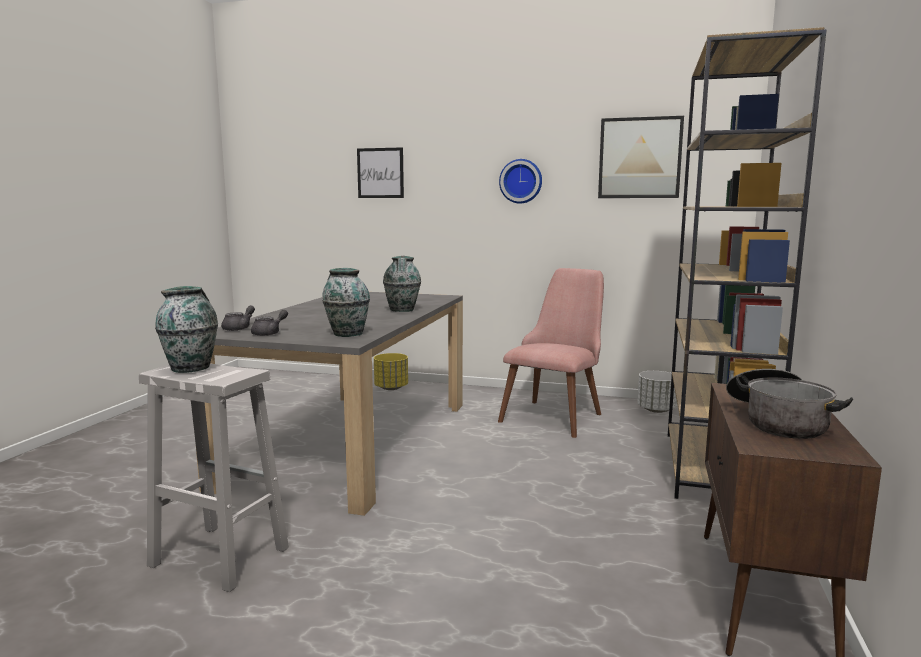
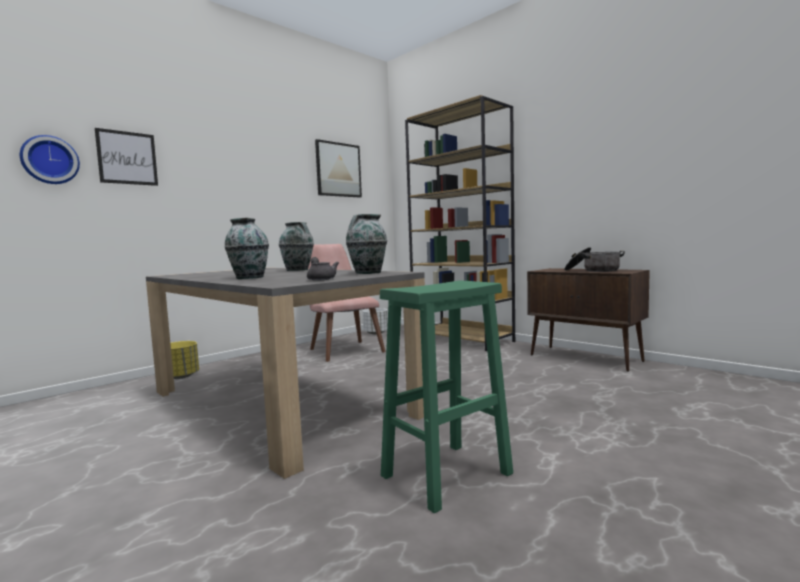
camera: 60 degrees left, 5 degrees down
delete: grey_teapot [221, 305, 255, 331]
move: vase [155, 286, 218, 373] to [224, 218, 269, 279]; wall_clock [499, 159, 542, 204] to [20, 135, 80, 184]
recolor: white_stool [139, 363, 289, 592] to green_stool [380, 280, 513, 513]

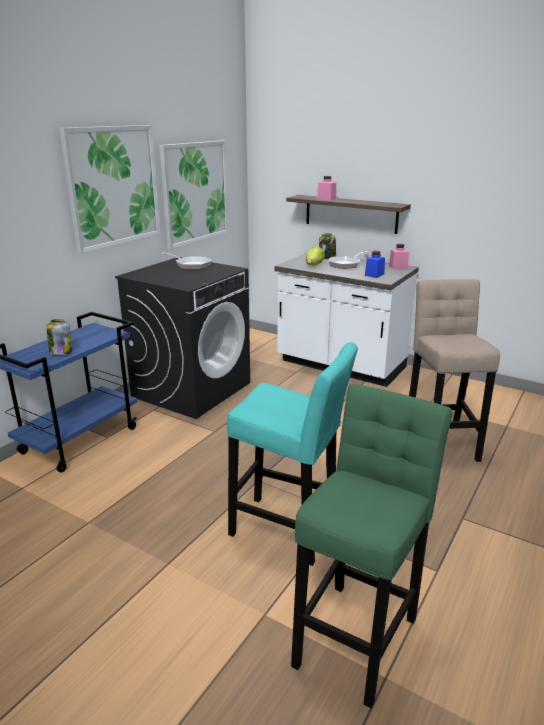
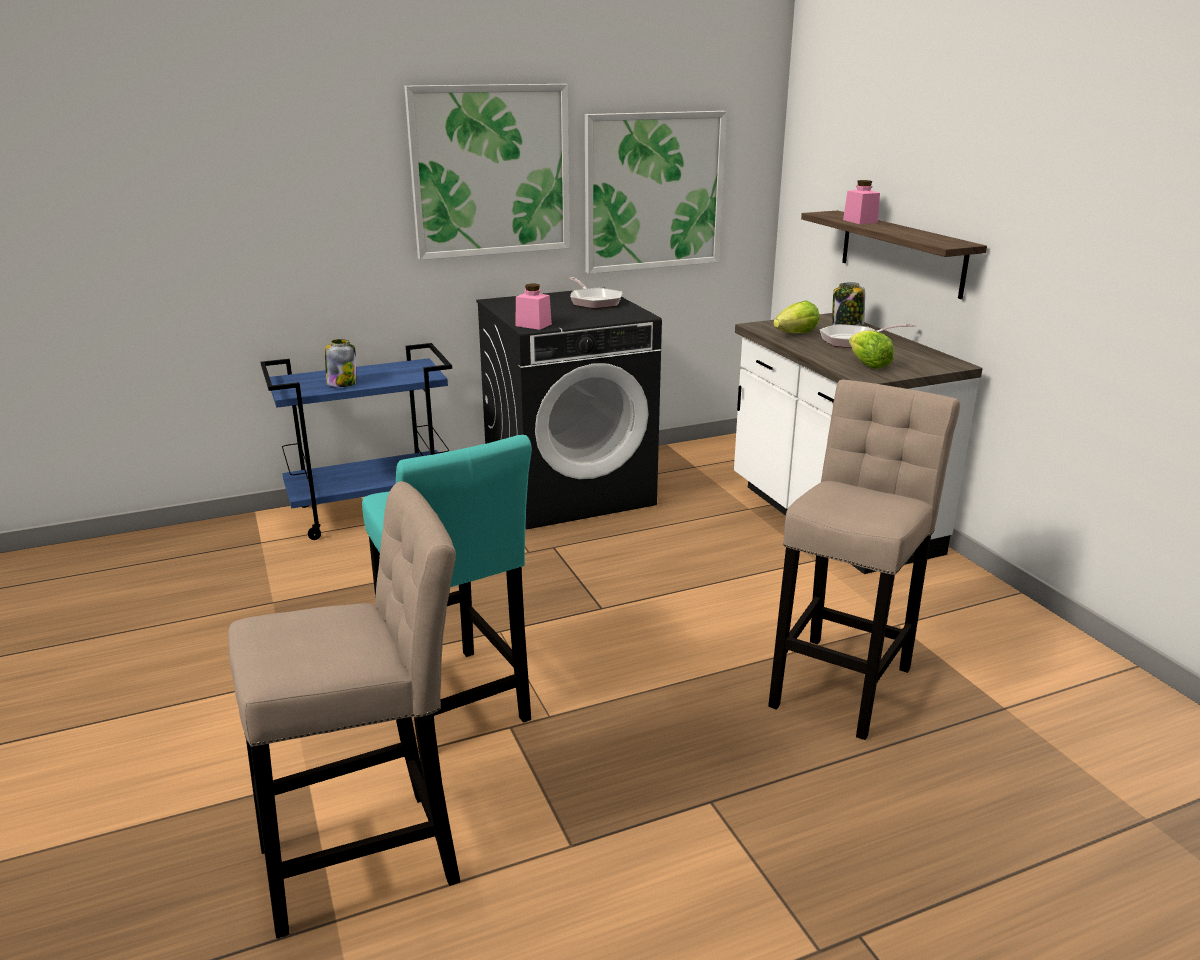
camera: 35 degrees right, 0 degrees up
move: pink_jar [389, 244, 409, 269] to [515, 284, 552, 330]
replace: blue_jar [365, 251, 385, 278] to lettuce [849, 330, 894, 369]
recolor: green_stool [291, 384, 452, 708] to beige_stool [228, 481, 460, 938]

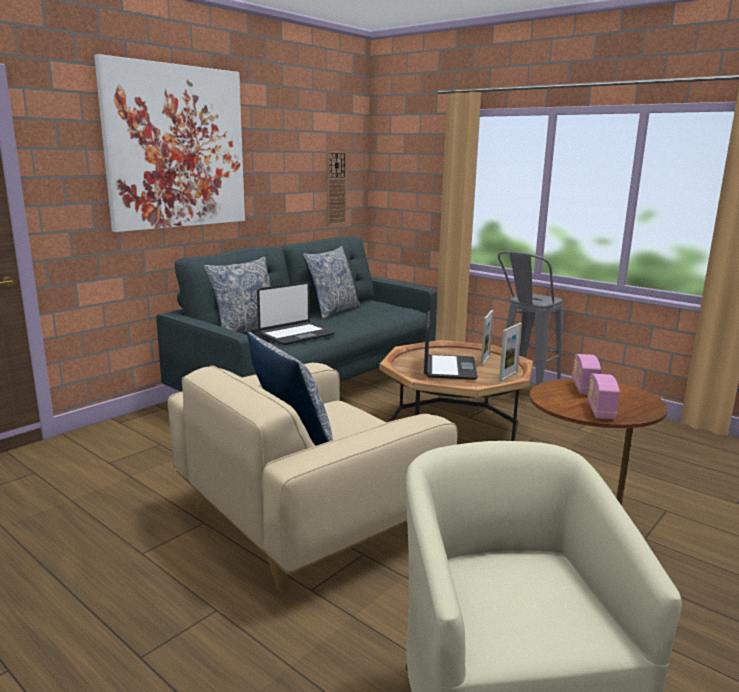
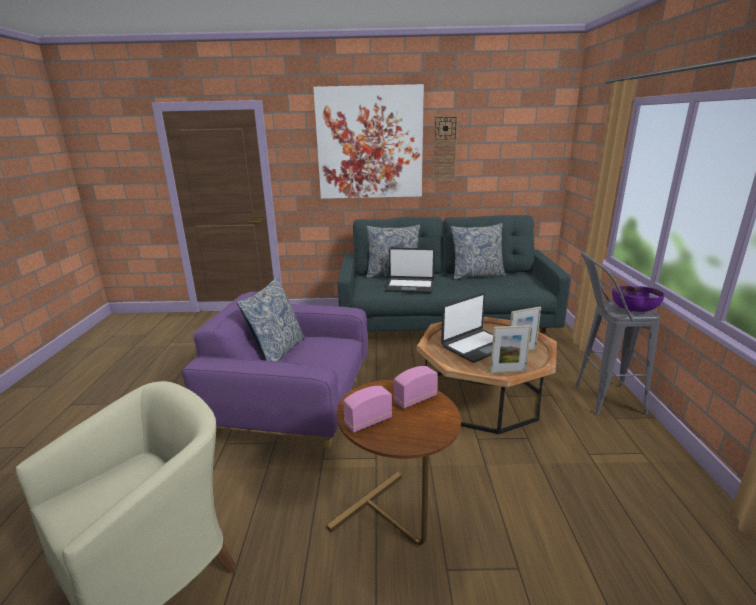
camera: 50 degrees right, 5 degrees up
insert: purple_bowl [612, 286, 665, 312]
move: wall_clock [327, 151, 347, 226] to [432, 115, 458, 182]
recolor: beige_armchair [168, 363, 458, 593] to purple_armchair [181, 292, 368, 448]

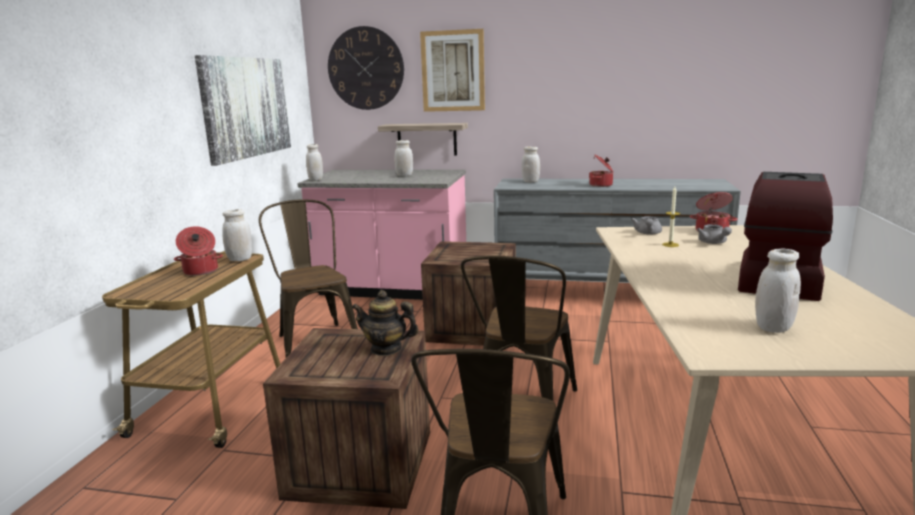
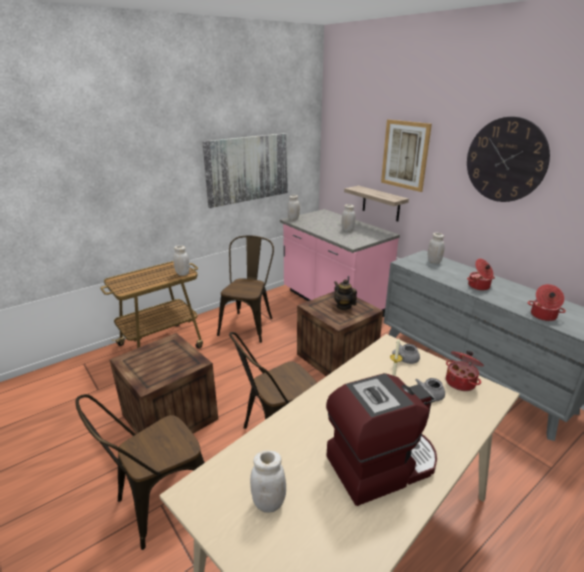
camera: 40 degrees right, 10 degrees up
move: cooking_pot [174, 226, 223, 276] to [527, 284, 566, 321]; wall_clock [328, 26, 404, 110] to [467, 116, 550, 202]; teapot [352, 290, 419, 356] to [334, 279, 357, 310]

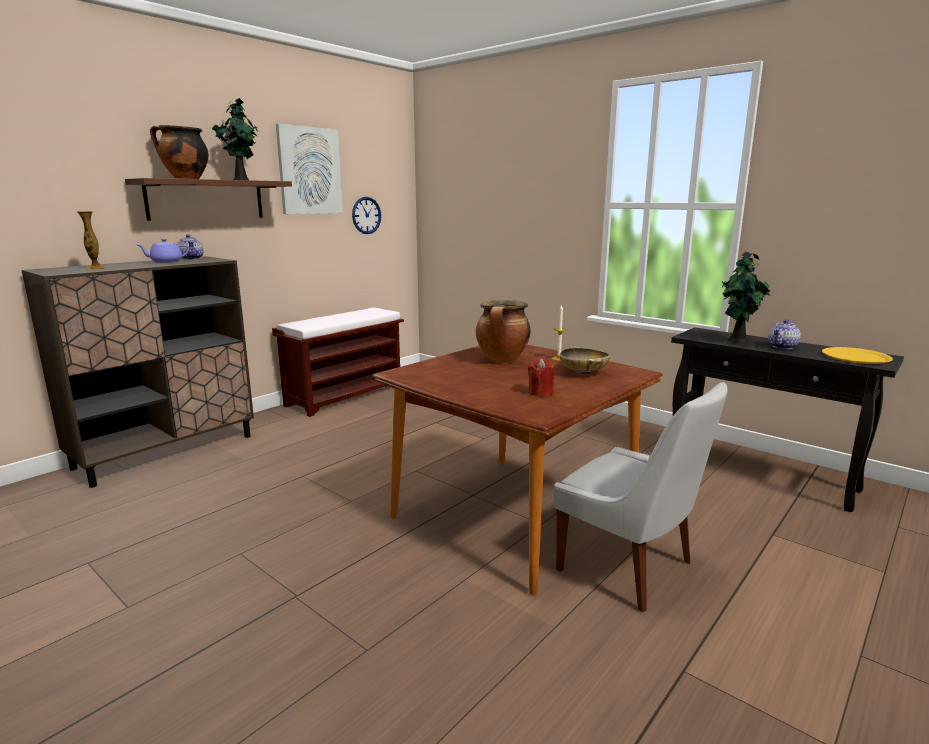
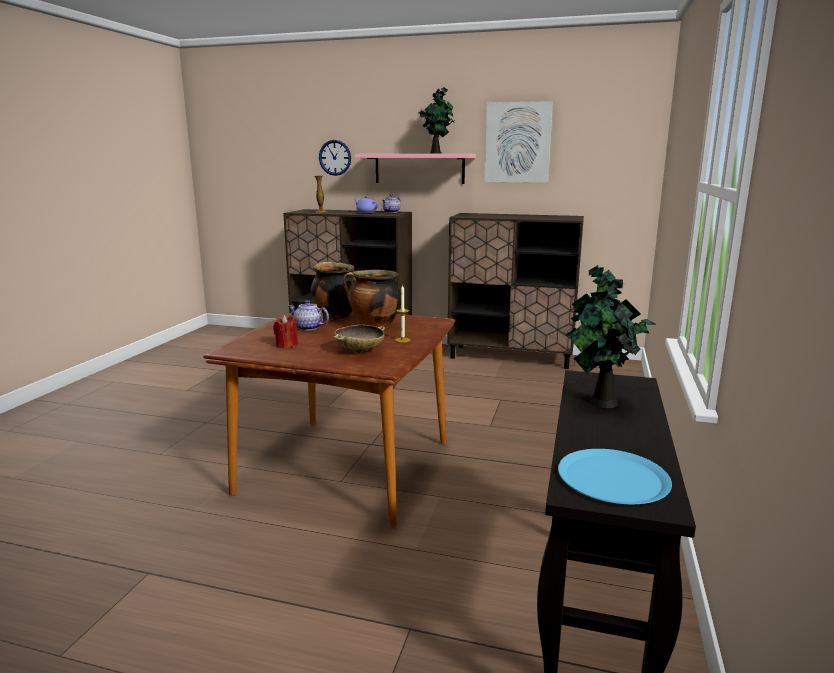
camera: 65 degrees right, 0 degrees up
delete: white_chair [554, 382, 728, 612]
move: cooking_pot [150, 125, 209, 179] to [310, 262, 356, 320]; wall_clock [352, 197, 381, 234] to [319, 140, 351, 176]; teapot [768, 319, 801, 349] to [288, 300, 329, 331]
replace: brown_bench [272, 308, 404, 417] to brown_cabinet [447, 213, 584, 369]
recolor: brown_shelf [125, 178, 292, 221] to pink_shelf [355, 154, 476, 184]; yellow_plate [822, 347, 893, 364] to blue_plate [558, 449, 672, 504]

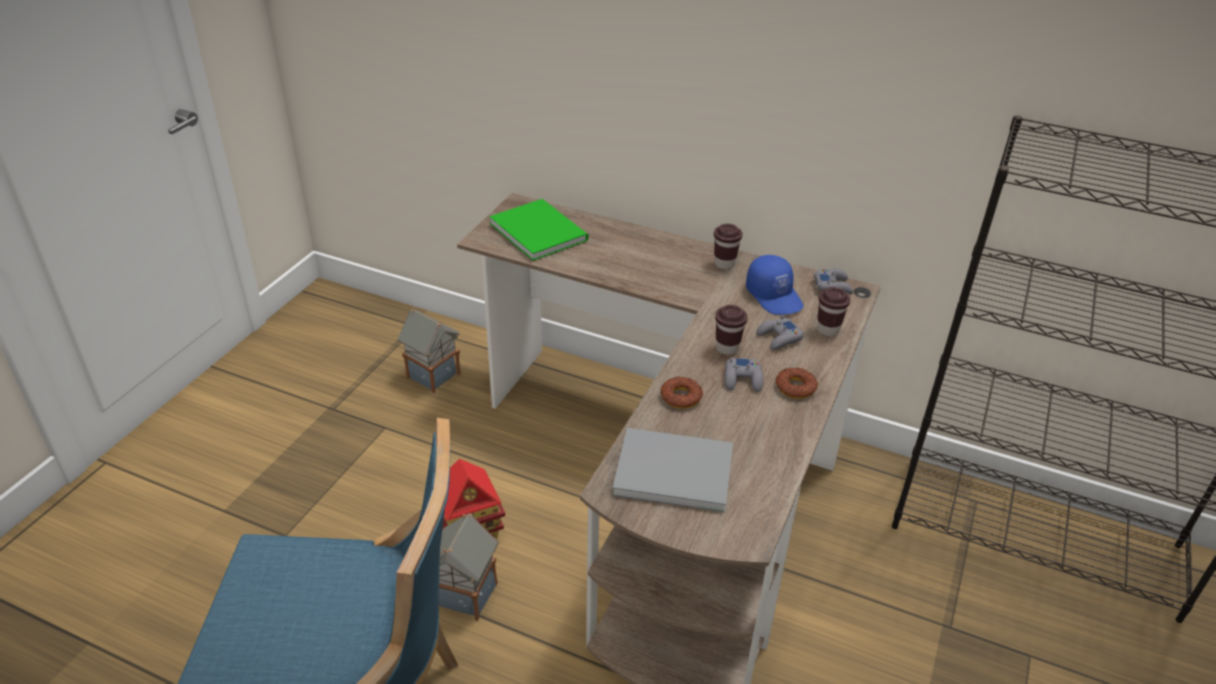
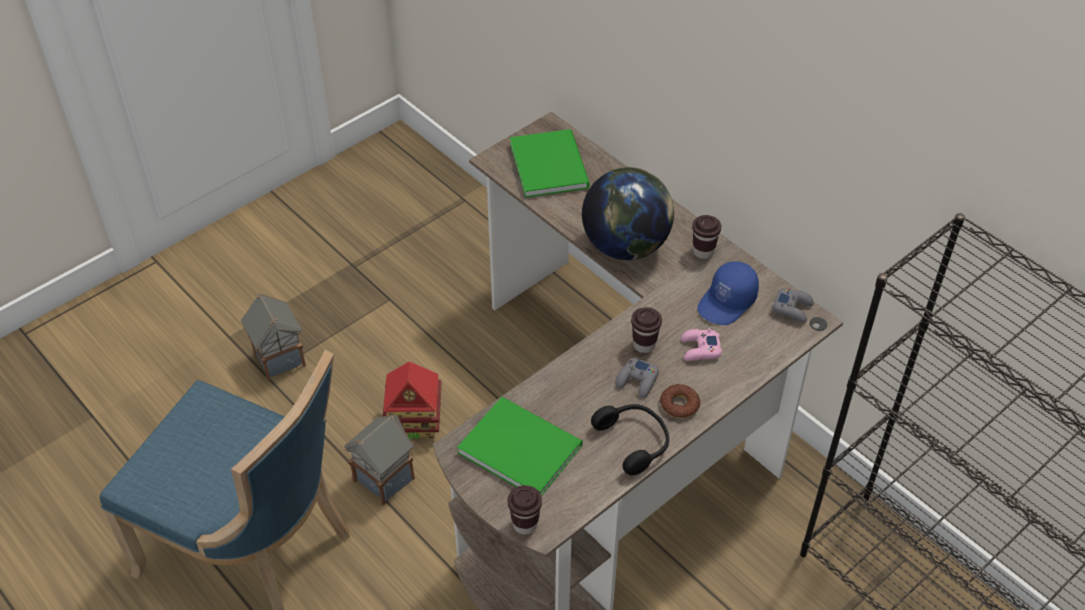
camera: 25 degrees right, 10 degrees up
delete: donut [660, 377, 703, 409]
insert: globe [582, 167, 674, 260]; black_headphones [591, 404, 669, 475]
move: toy_house [398, 308, 461, 393] to [241, 293, 306, 381]; brown_cup [817, 287, 850, 336] to [508, 485, 542, 535]
recolor: grey_book [612, 428, 733, 513] to green_book [457, 397, 583, 496]; grey_game_controller [756, 315, 804, 350] to pink_game_controller [681, 328, 722, 361]
rotate: blue_cap [746, 255, 803, 315] = [697, 261, 759, 325] 45 degrees clockwise

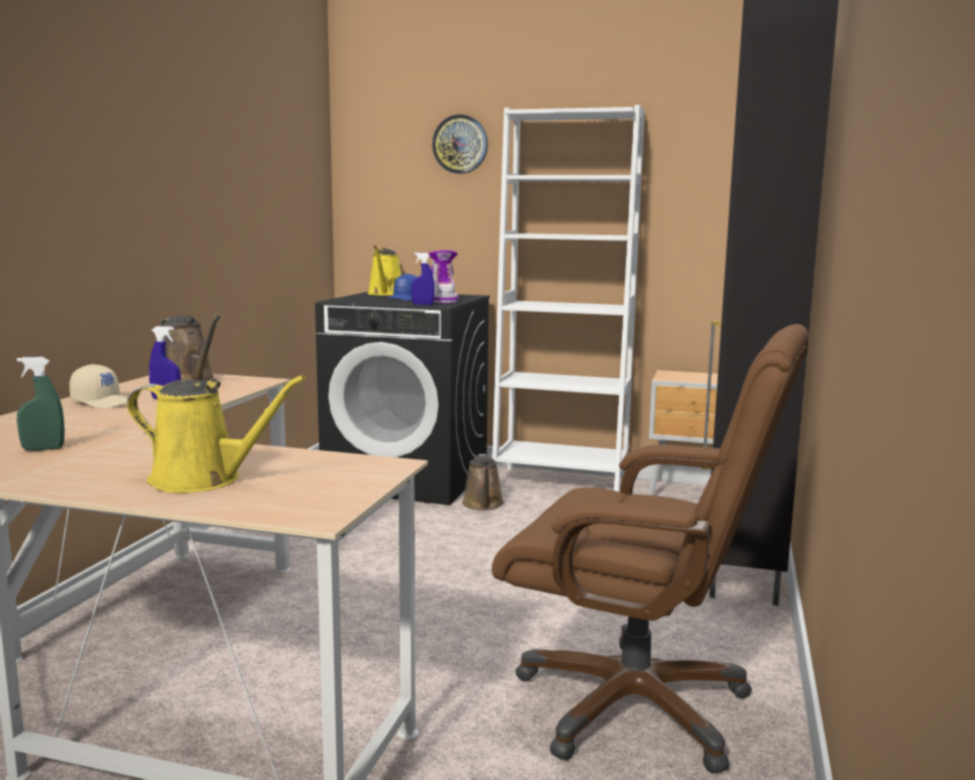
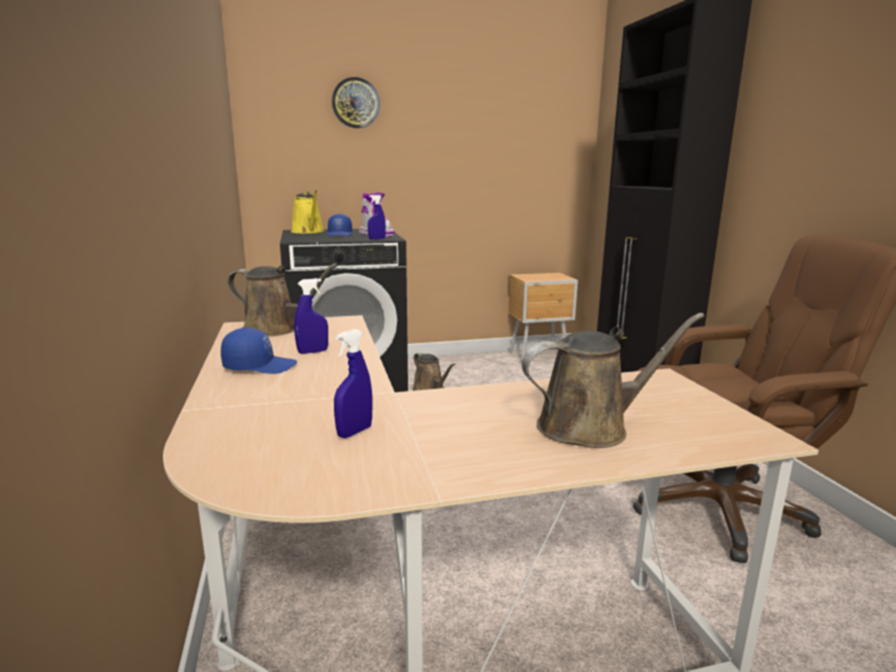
camera: 30 degrees left, 5 degrees up
delete: white_bookcase [492, 105, 645, 492]
recolor: green_spray_bottle [17, 357, 65, 450] to blue_spray_bottle [334, 329, 372, 438]; beige_cap [69, 364, 128, 408] to blue_cap [221, 328, 297, 374]; yellow_watering_can [127, 376, 305, 493] to brown_watering_can [522, 313, 704, 448]

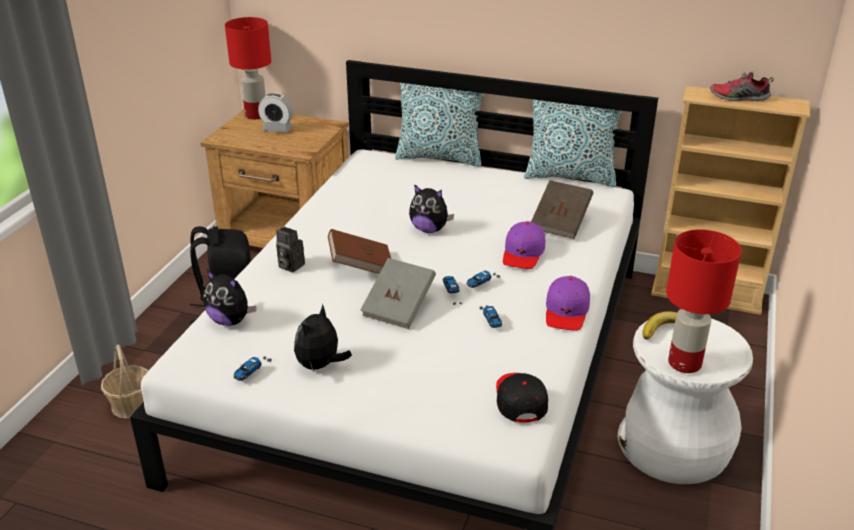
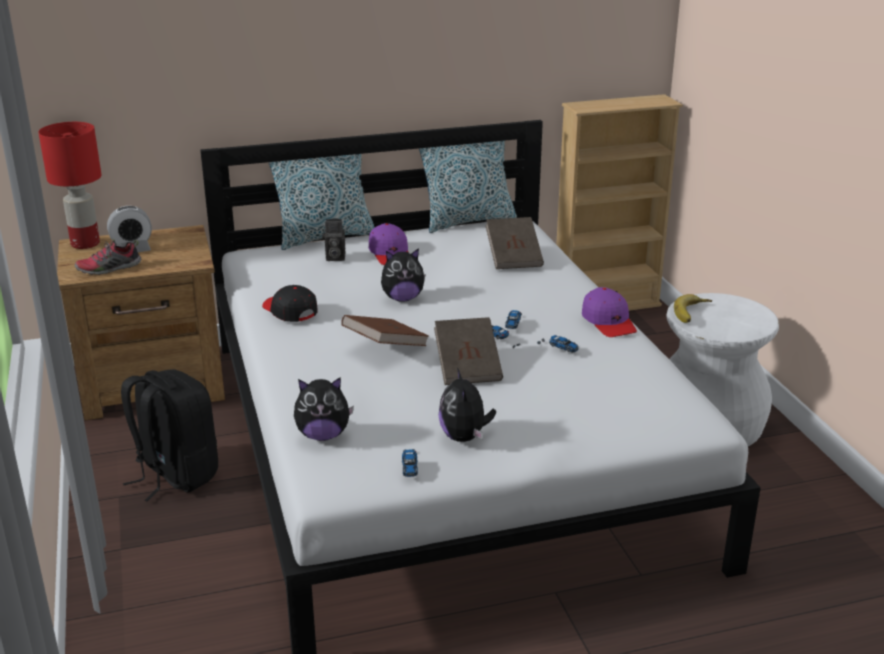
camera: 35 degrees left, 5 degrees down
delete: basket [101, 344, 148, 419]; red_table_lamp [666, 229, 742, 373]
move: photo_camera [276, 227, 305, 272] to [322, 218, 345, 261]; black_cap [496, 373, 548, 423] to [262, 285, 318, 322]; purple_cap [503, 221, 545, 269] to [369, 223, 409, 265]; shoe [710, 72, 774, 101] to [75, 239, 141, 275]
recolor: grey_book [360, 258, 436, 329] to brown_book [434, 317, 503, 385]

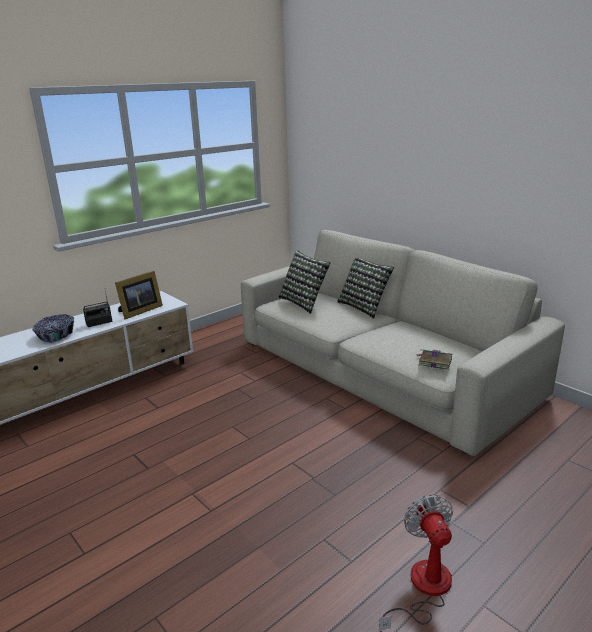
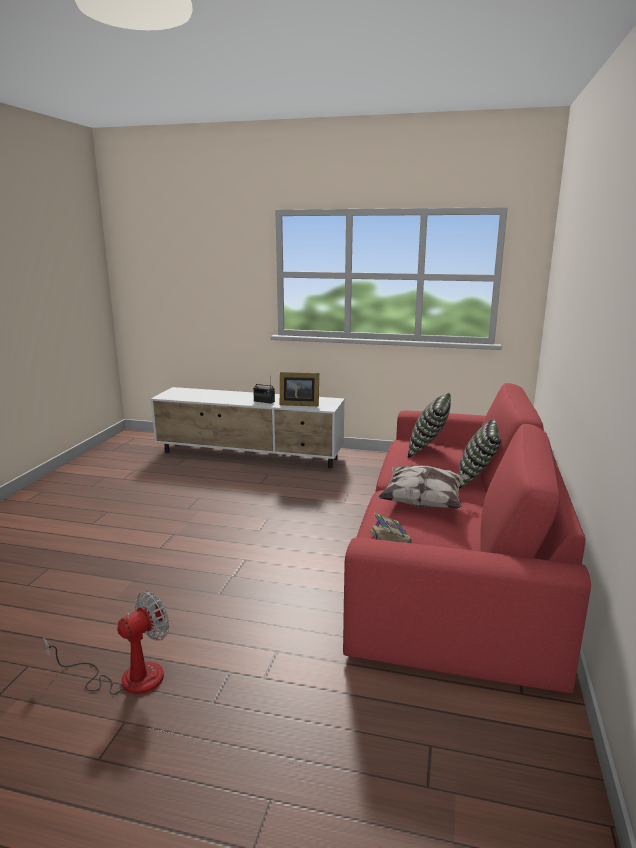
camera: 55 degrees right, 5 degrees down
delete: bowl [32, 314, 74, 343]
insert: pillow [378, 465, 470, 509]
recolor: beige_sofa [241, 230, 565, 456] to red_sofa [343, 383, 591, 693]

